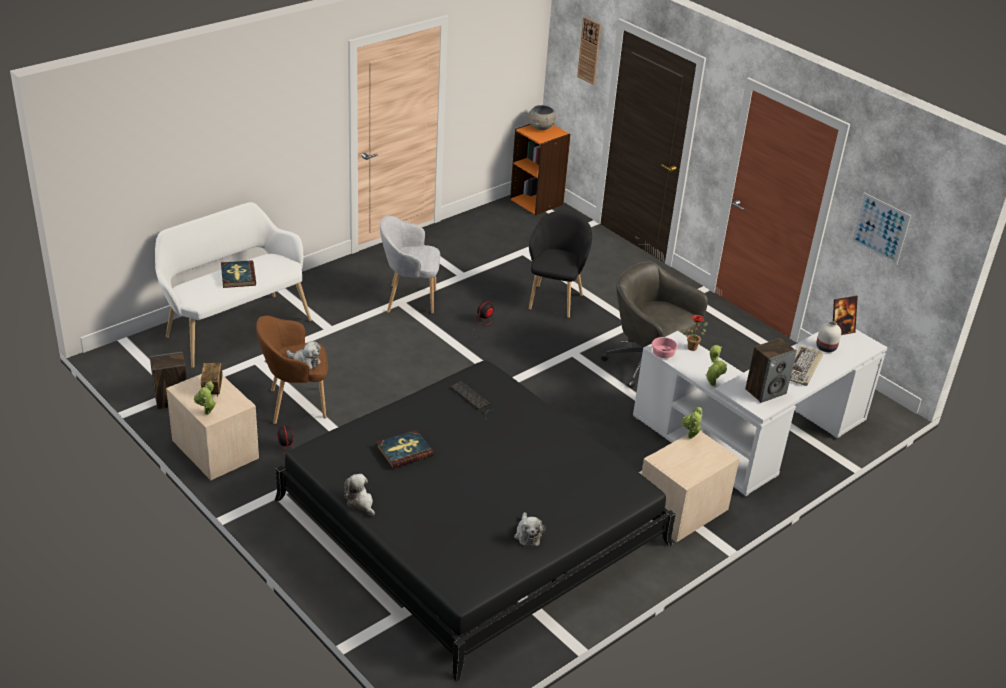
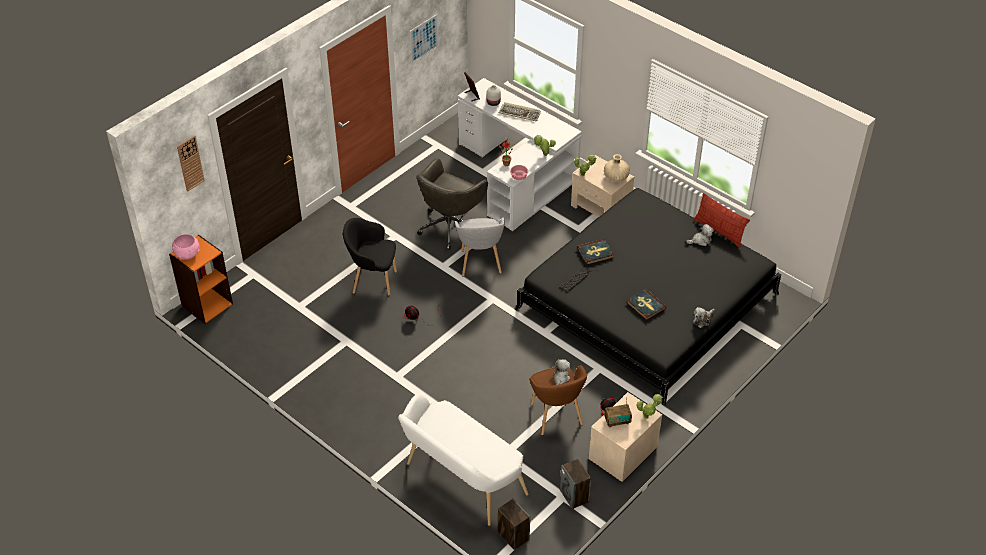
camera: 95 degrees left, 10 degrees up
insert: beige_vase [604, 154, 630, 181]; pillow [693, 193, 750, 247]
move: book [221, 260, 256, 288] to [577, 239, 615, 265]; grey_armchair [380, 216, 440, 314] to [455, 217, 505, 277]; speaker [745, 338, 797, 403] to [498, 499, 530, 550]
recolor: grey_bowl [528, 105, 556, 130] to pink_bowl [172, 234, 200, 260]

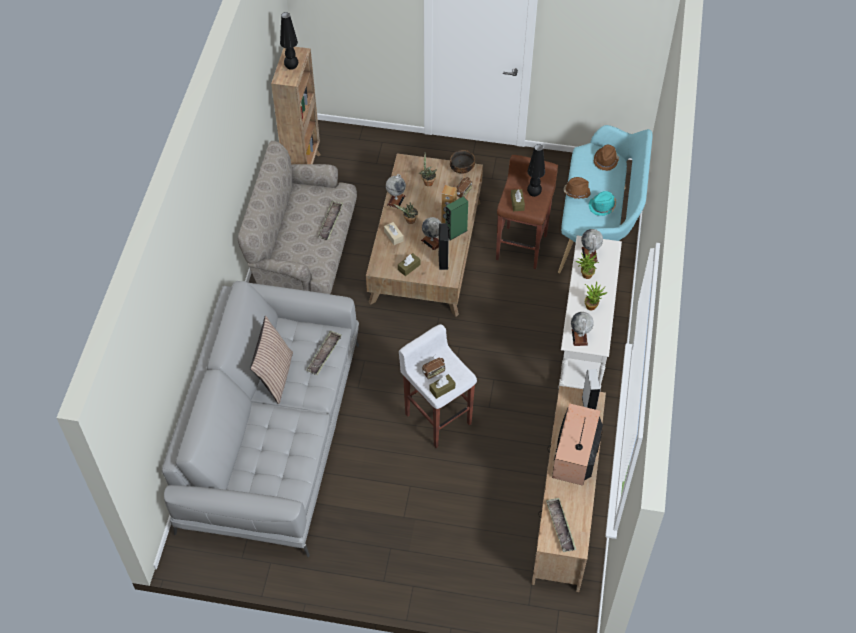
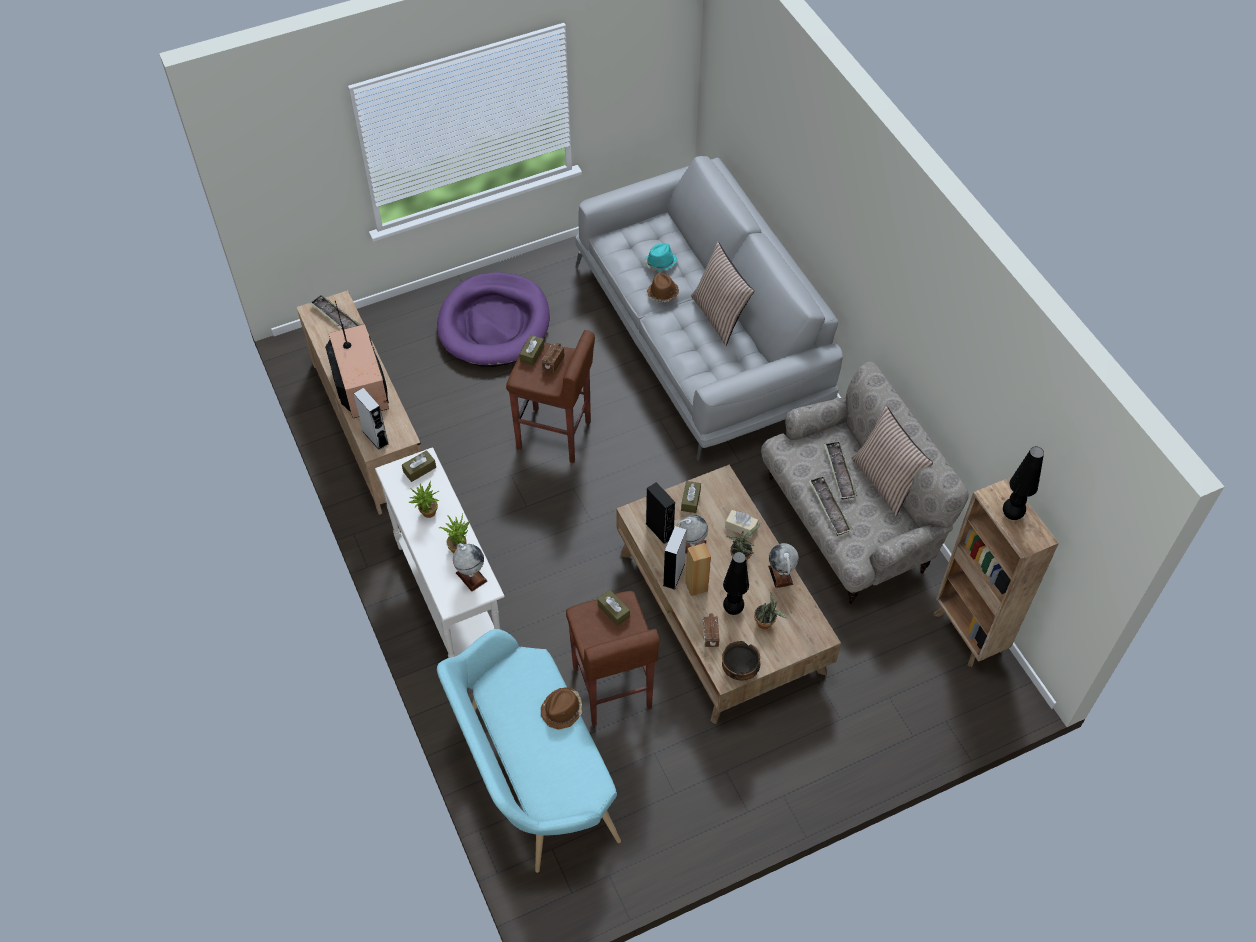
camera: 145 degrees right, 0 degrees up
insert: purple_dog_bed [437, 272, 550, 367]; pillow [852, 405, 933, 516]
move: tray [306, 330, 342, 375] to [824, 441, 857, 500]; black_table_lamp [527, 144, 545, 197] to [723, 552, 749, 615]; turquoise_hat [589, 191, 616, 216] to [644, 243, 678, 271]; brown_hat [593, 145, 619, 171] to [647, 273, 679, 302]
replace: globe [571, 312, 594, 346] to brown_tissue_box [402, 450, 436, 482]
recolor: white_stool [399, 324, 477, 448] to brown_stool [506, 330, 595, 463]; green_speaker [446, 197, 468, 240] to grey_speaker [663, 526, 687, 590]

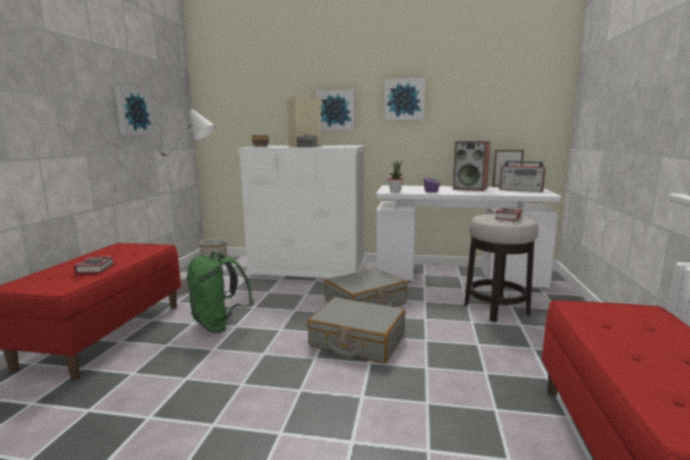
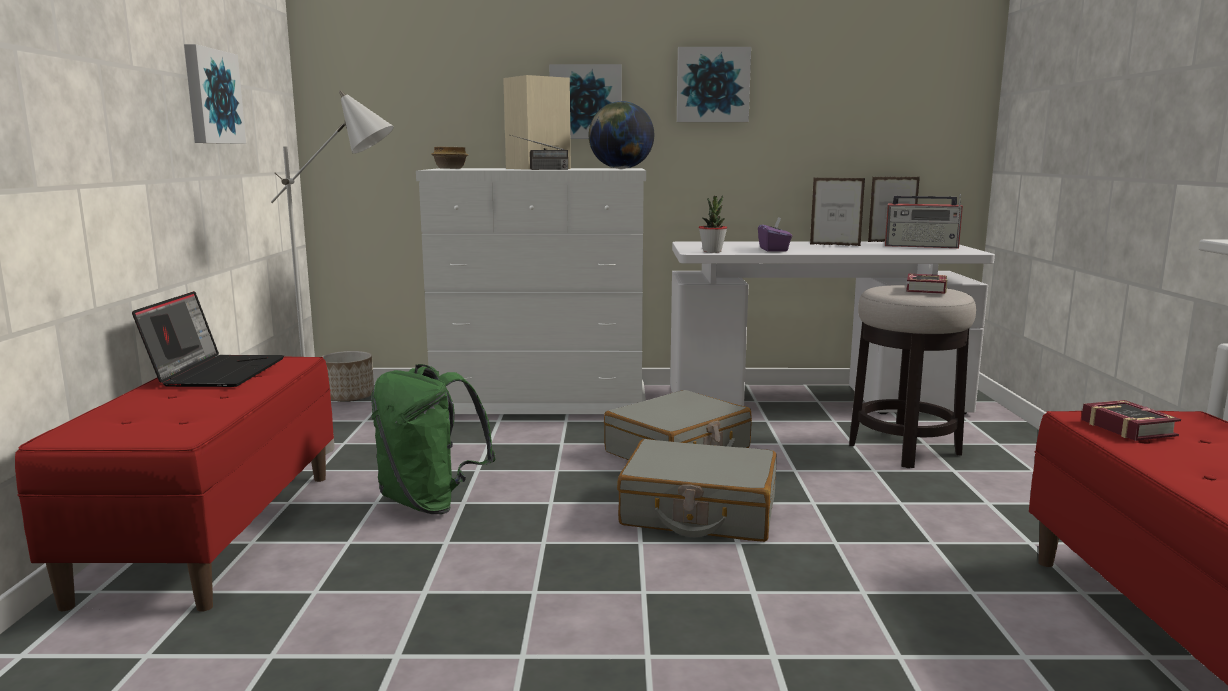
camera: 10 degrees left, 0 degrees up
insert: laptop [132, 291, 284, 387]; globe [589, 101, 654, 169]
move: book [74, 256, 115, 274] to [1081, 400, 1181, 441]
replace: speaker [453, 141, 490, 191] to picture_frame [810, 178, 865, 246]

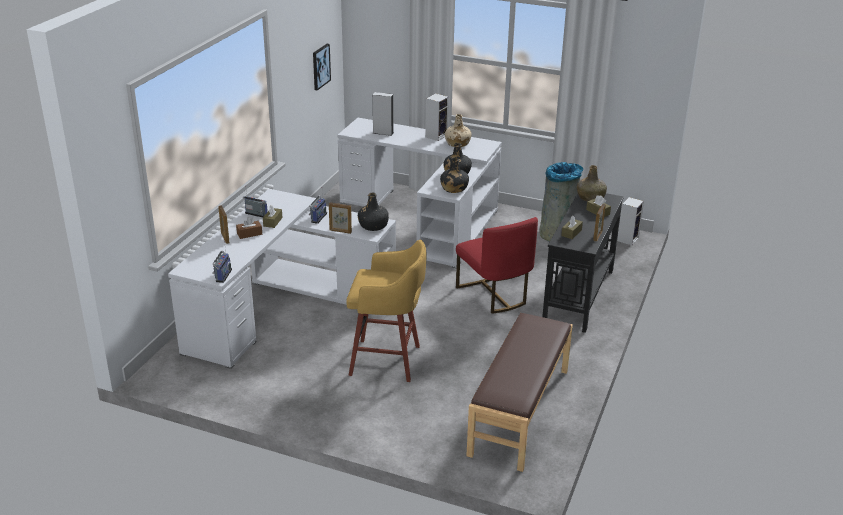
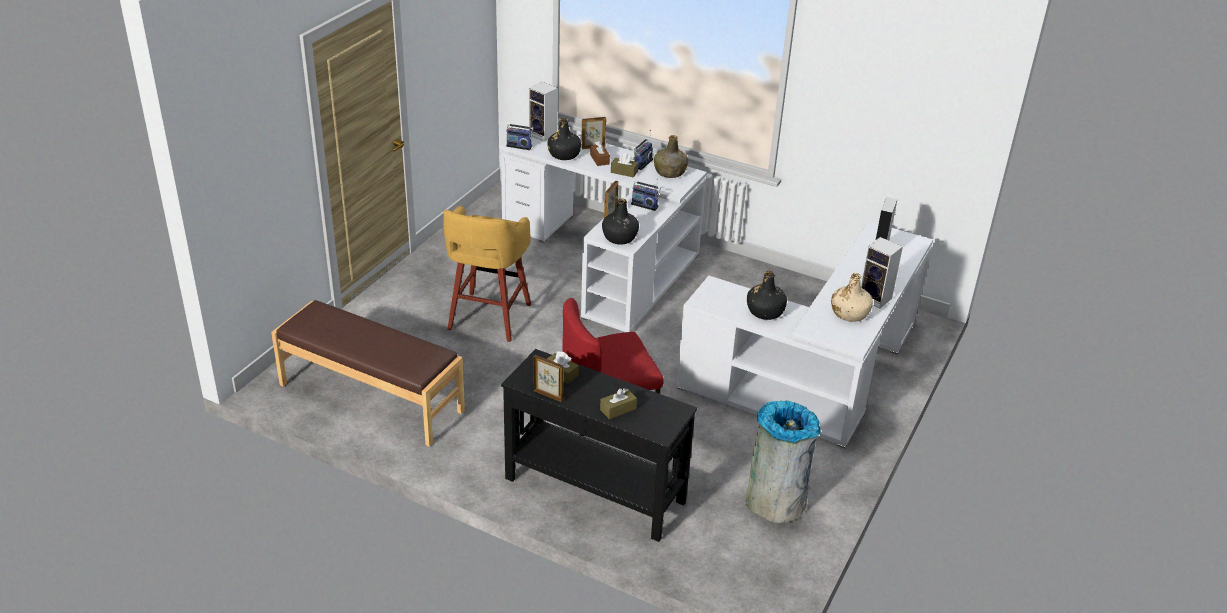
camera: 95 degrees right, 5 degrees up
delete: picture [313, 44, 331, 90]
move: black_bottle [440, 157, 469, 193] to [547, 118, 581, 160]; green_bottle [577, 165, 607, 201] to [654, 135, 689, 178]; speaker [617, 197, 644, 245] to [529, 82, 558, 142]

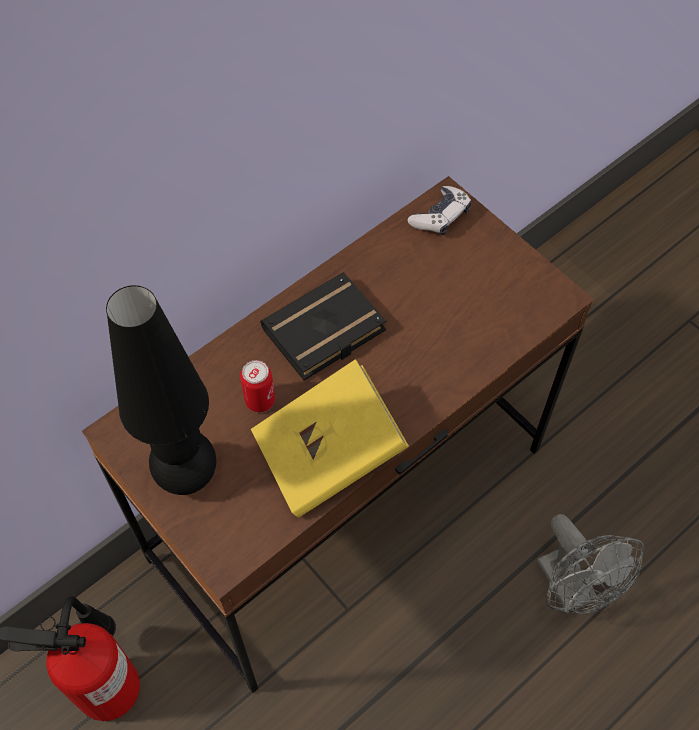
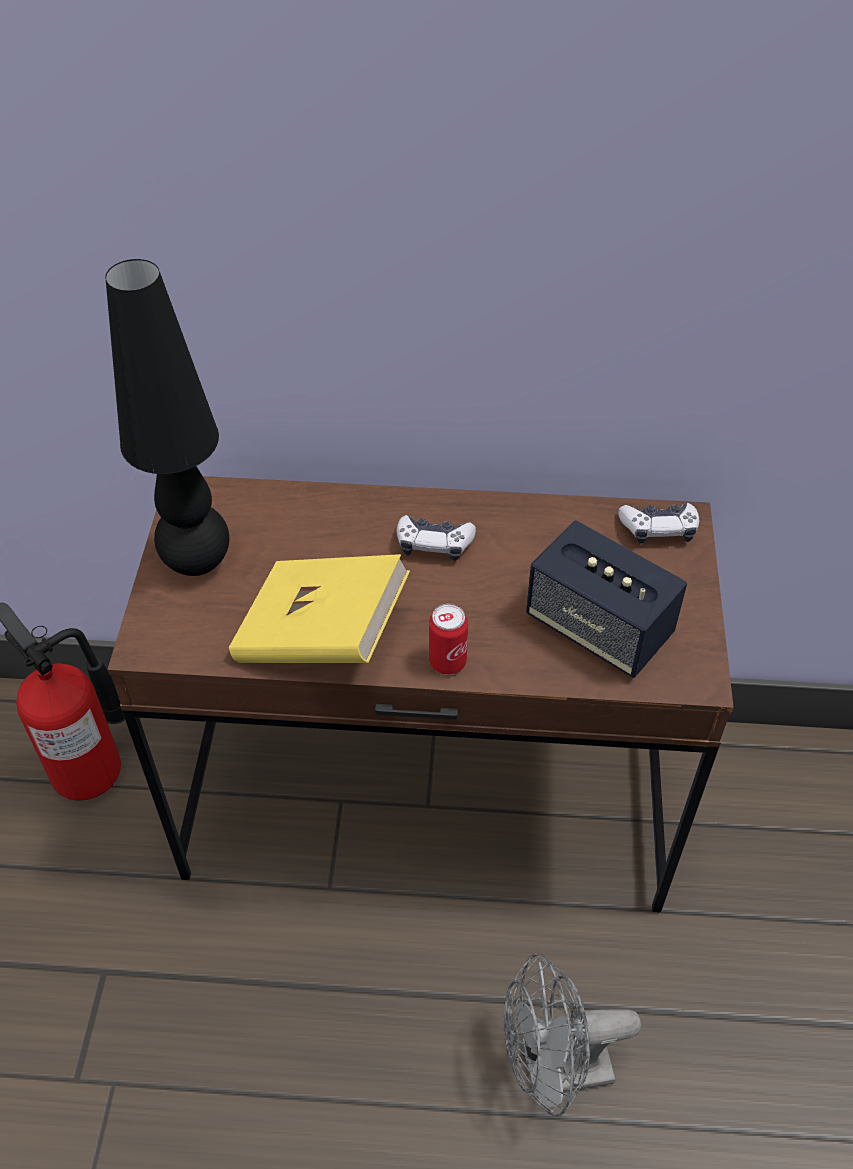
camera: 45 degrees right, 10 degrees down
insert: speaker [526, 520, 687, 678]
move: can [240, 360, 275, 412] to [429, 604, 468, 675]
replace: black_book [260, 272, 386, 381] to game_controller [396, 515, 476, 561]
rotate: grey_fan [537, 514, 644, 614] = [503, 953, 641, 1117] 60 degrees clockwise

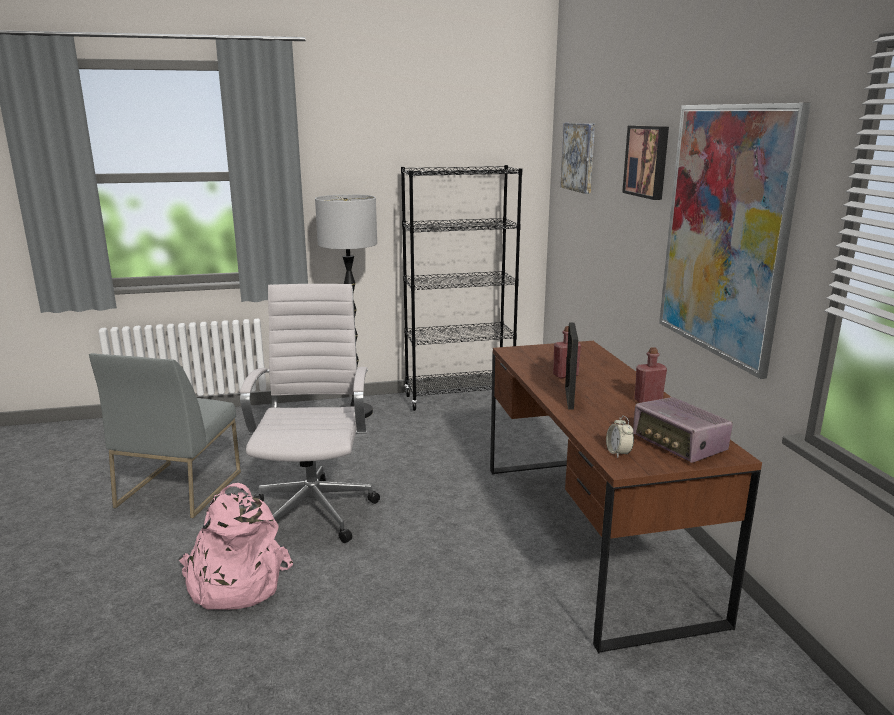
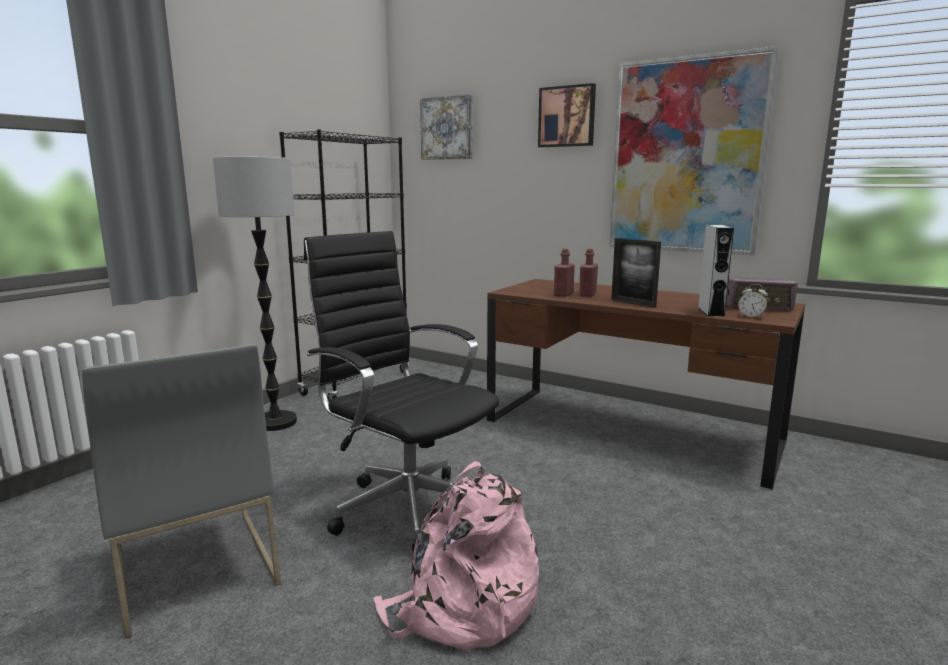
camera: 45 degrees left, 5 degrees down
insert: grey_speaker [698, 225, 734, 317]
move: red_bottle [634, 347, 667, 403] to [554, 249, 575, 297]
recolor: white_office_chair [240, 284, 380, 543] to black_office_chair [304, 231, 499, 555]

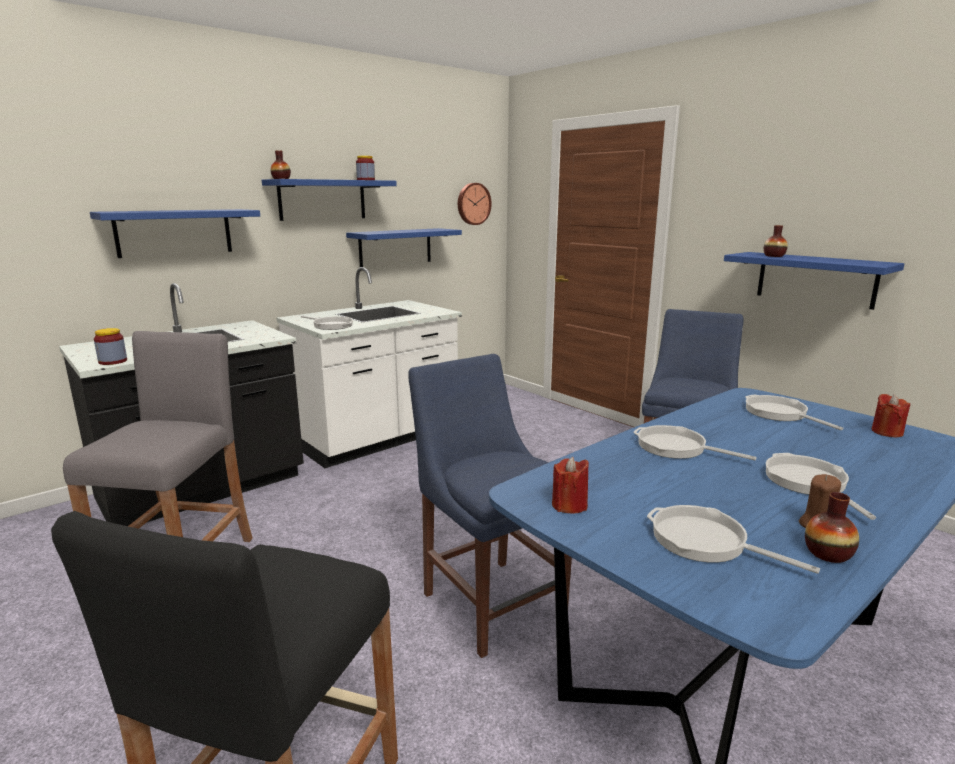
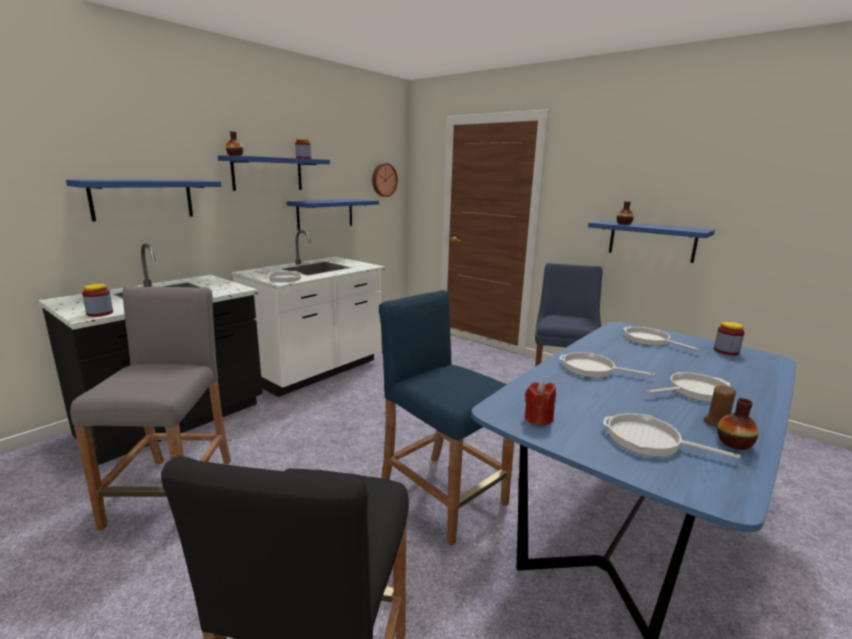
camera: 10 degrees left, 0 degrees up
replace: blue_chair [408, 354, 572, 658] to blue_stool [379, 290, 514, 546]; red_candle [872, 394, 910, 438] to jar [714, 321, 745, 355]
rotate: frying_pan [766, 453, 876, 520] = [645, 372, 731, 402] 90 degrees clockwise

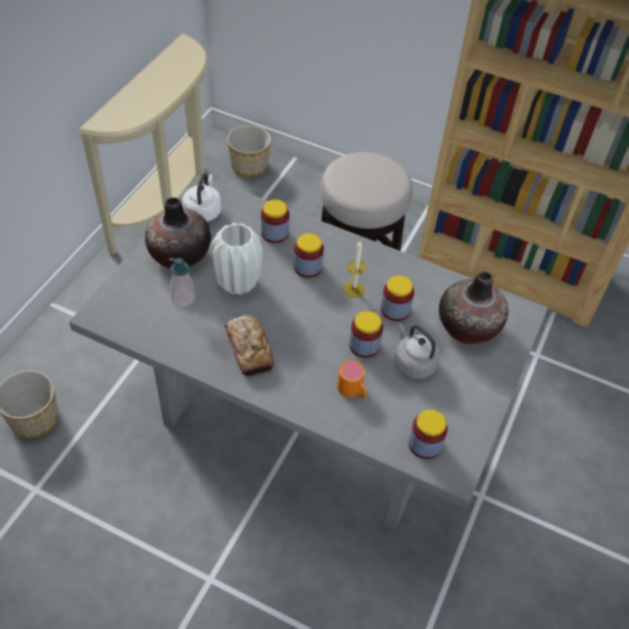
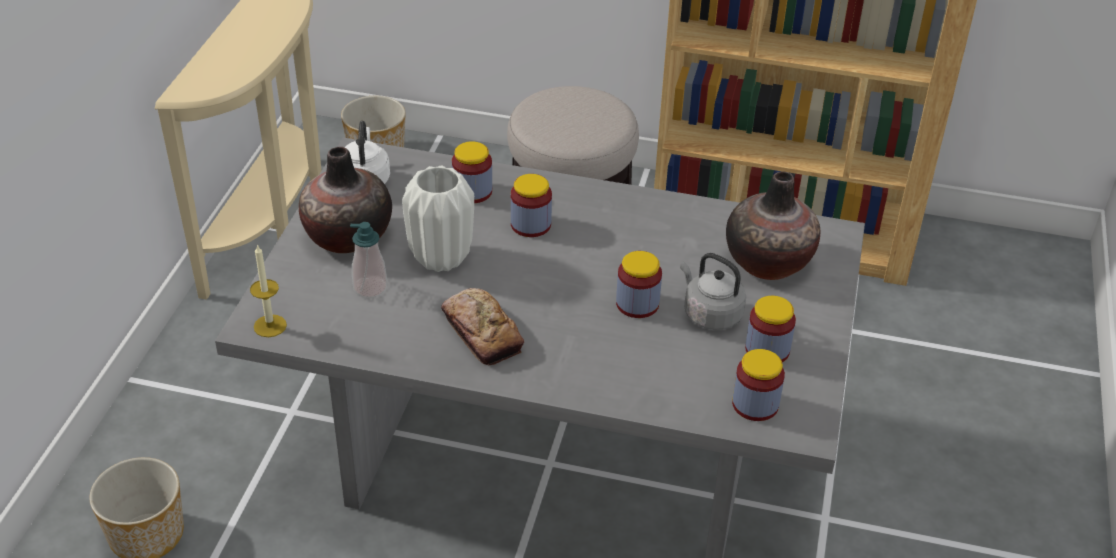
camera: 10 degrees left, 10 degrees down
delete: orange_mug [337, 360, 367, 399]
move: candle [343, 241, 366, 297] to [250, 244, 287, 337]; jar [381, 275, 414, 321] to [745, 296, 796, 362]

